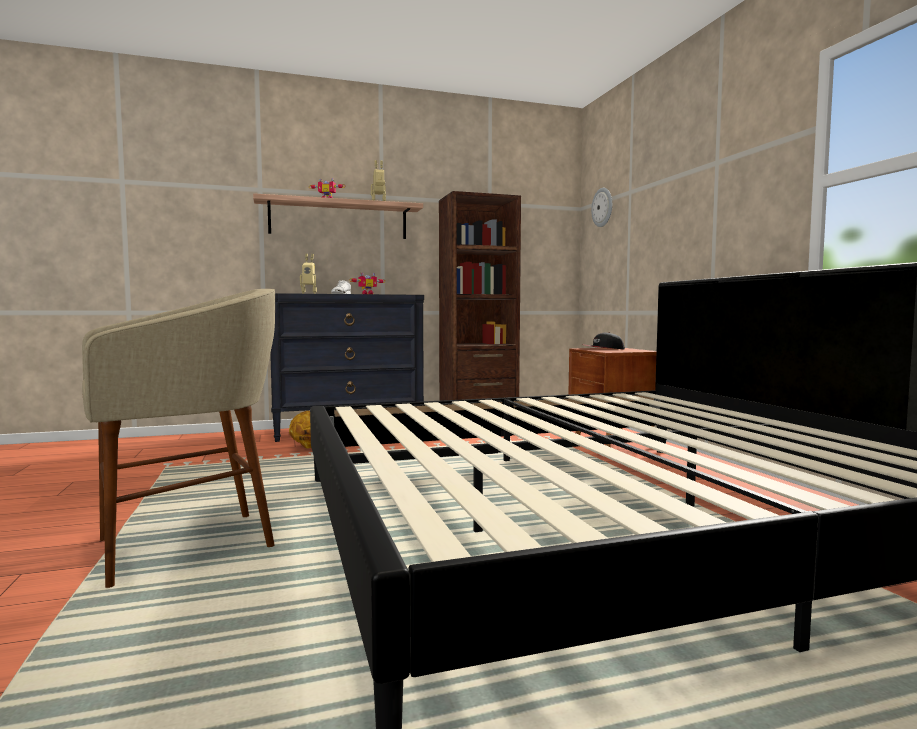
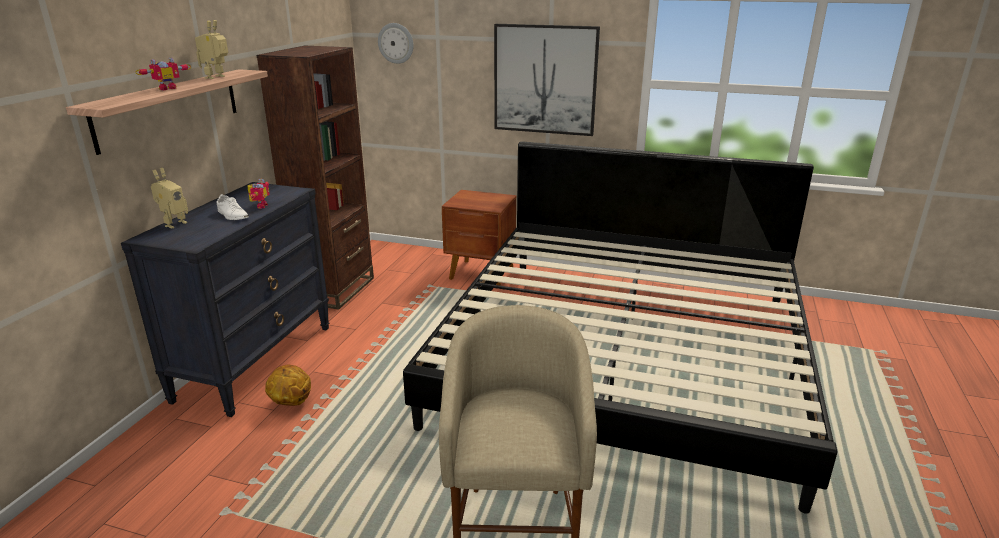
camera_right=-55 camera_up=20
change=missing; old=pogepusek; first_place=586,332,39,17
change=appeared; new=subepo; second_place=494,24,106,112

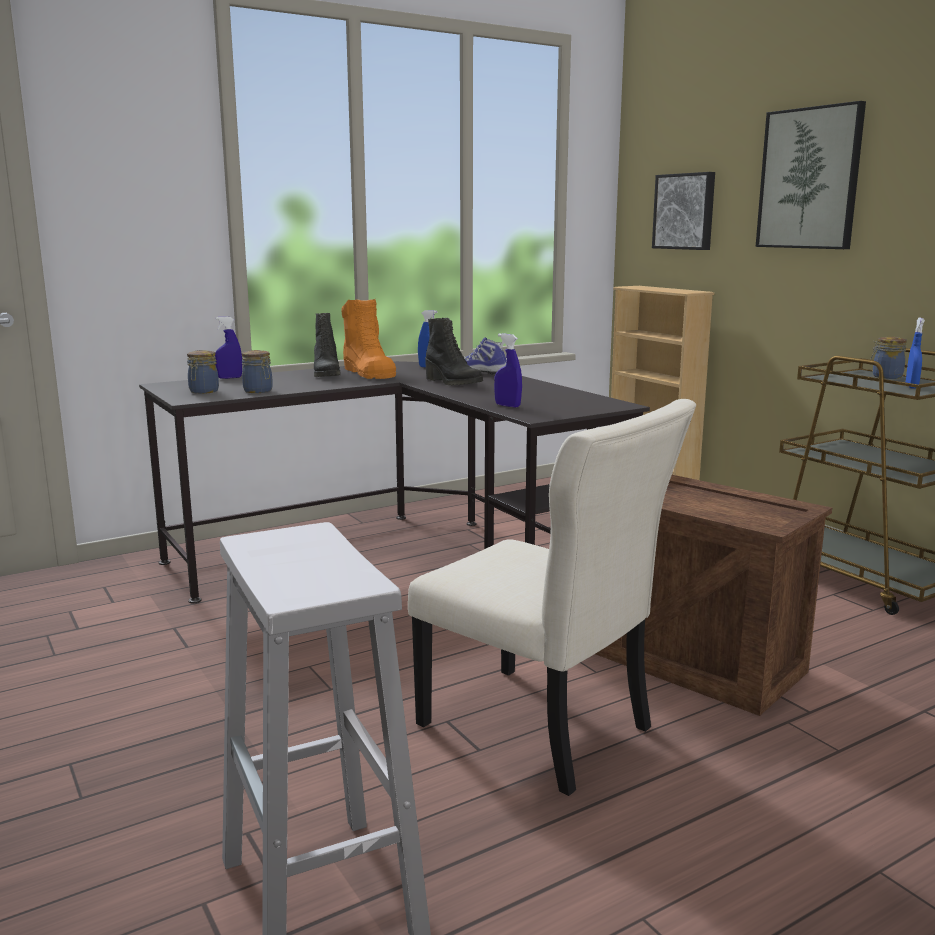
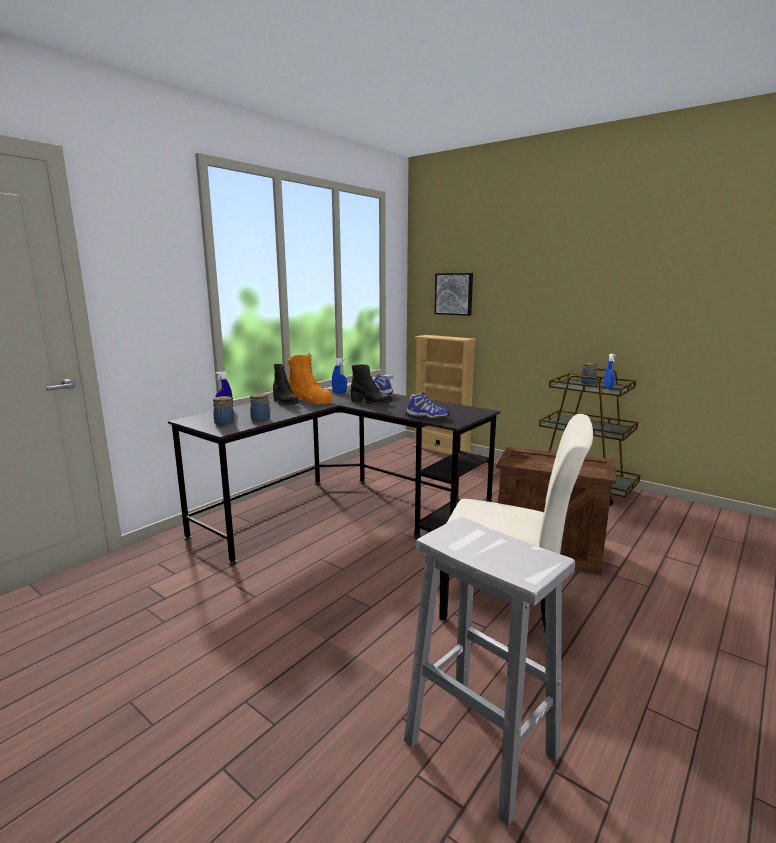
camera_right=-20 camera_up=0
change=missing; old=subepo; first_place=756,101,110,148
change=exchanged; old=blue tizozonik; new=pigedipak; first_place=494,333,28,75; second_place=406,392,44,28

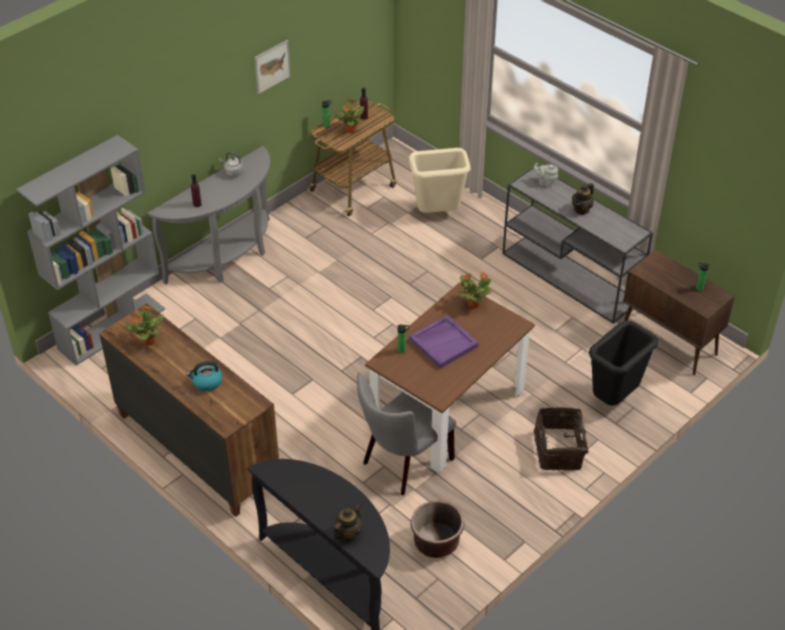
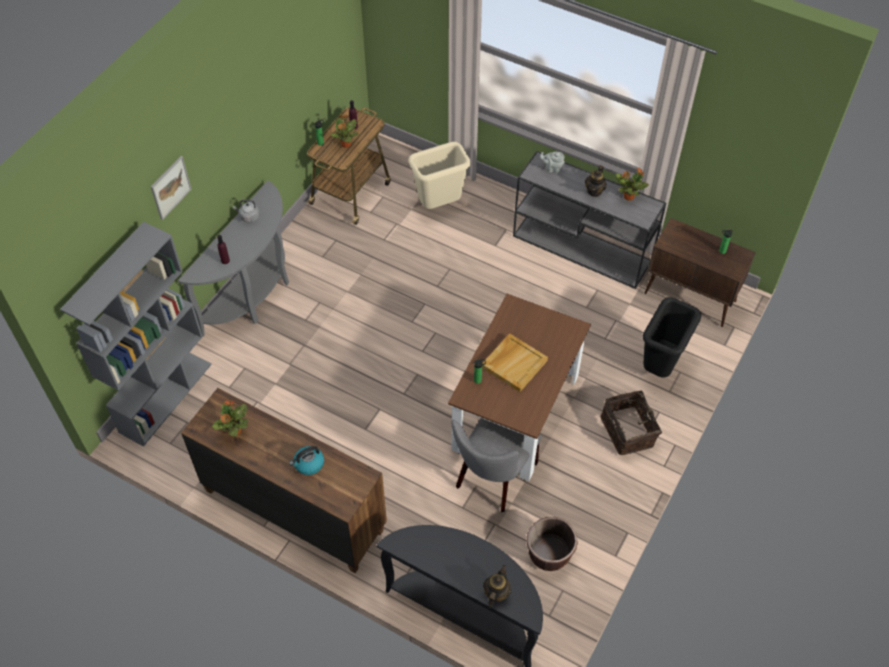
camera_right=-15 camera_up=10
change=relocated; old=subepo; first_place=254,40,37,54; second_place=151,156,41,64
change=relocated; old=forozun; first_place=458,272,34,36; second_place=616,168,33,33
change=colour; old=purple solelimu; new=beige solelimu; first_place=410,315,68,54; second_place=482,333,66,59

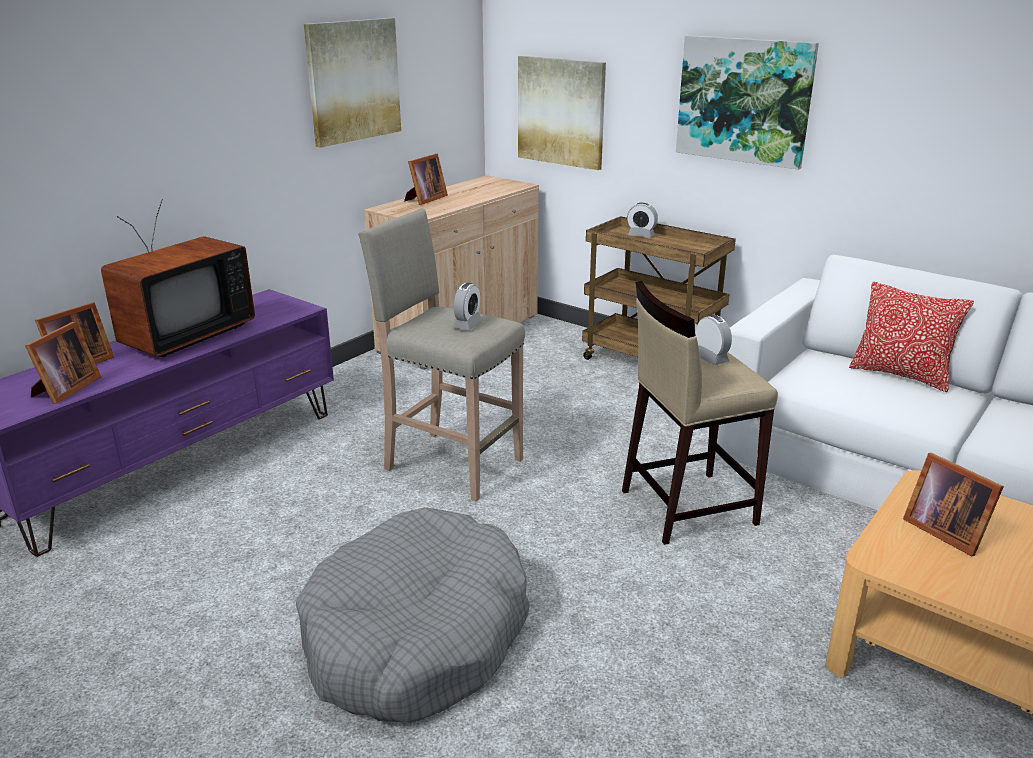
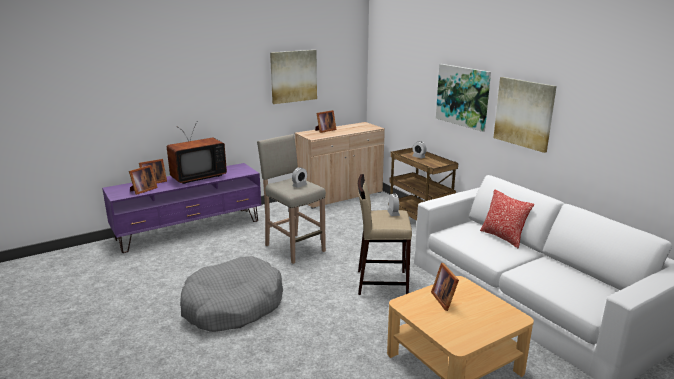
camera_right=20 camera_up=-5
change=relocated; old=subepo; first_place=518,56,88,114; second_place=493,77,64,76

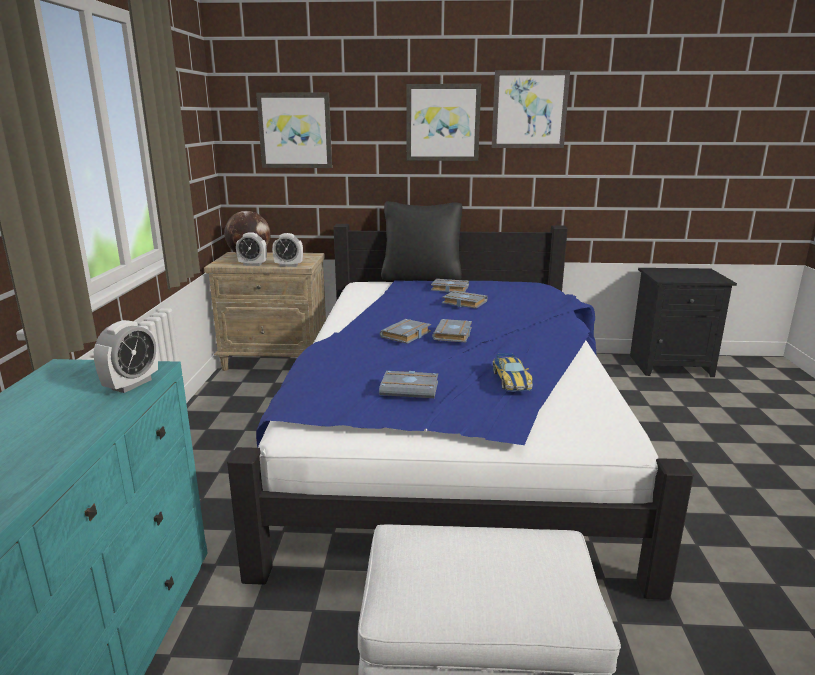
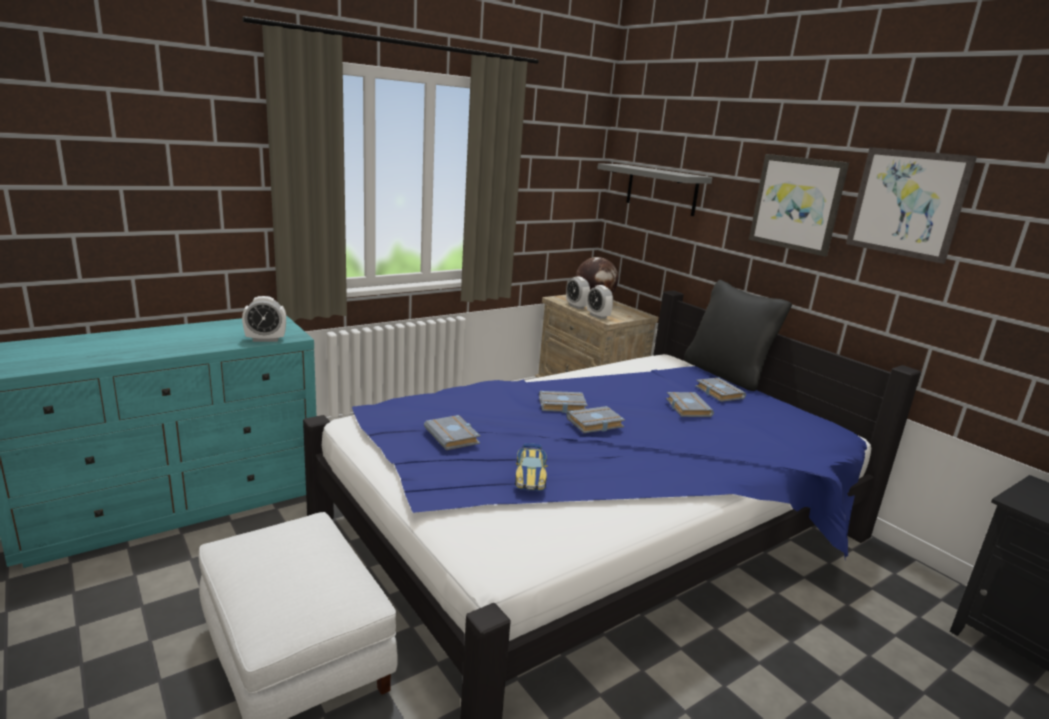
camera_right=50 camera_up=0
change=exchanged; old=subepo; new=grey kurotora; first_place=256,93,76,75; second_place=597,163,115,53
change=spun; old=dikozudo; first_place=493,353,40,38; second_place=515,443,33,48; degrees=-45

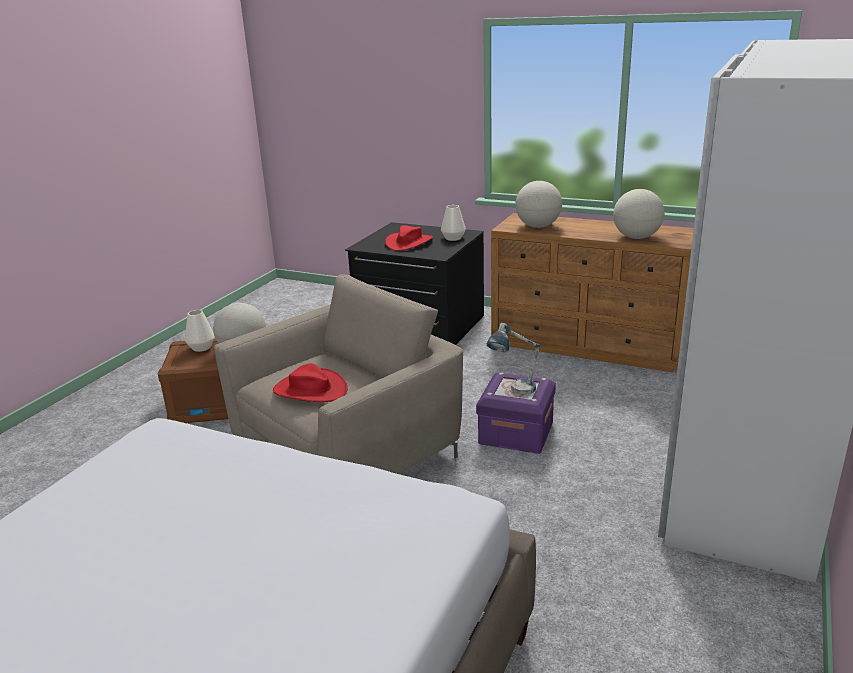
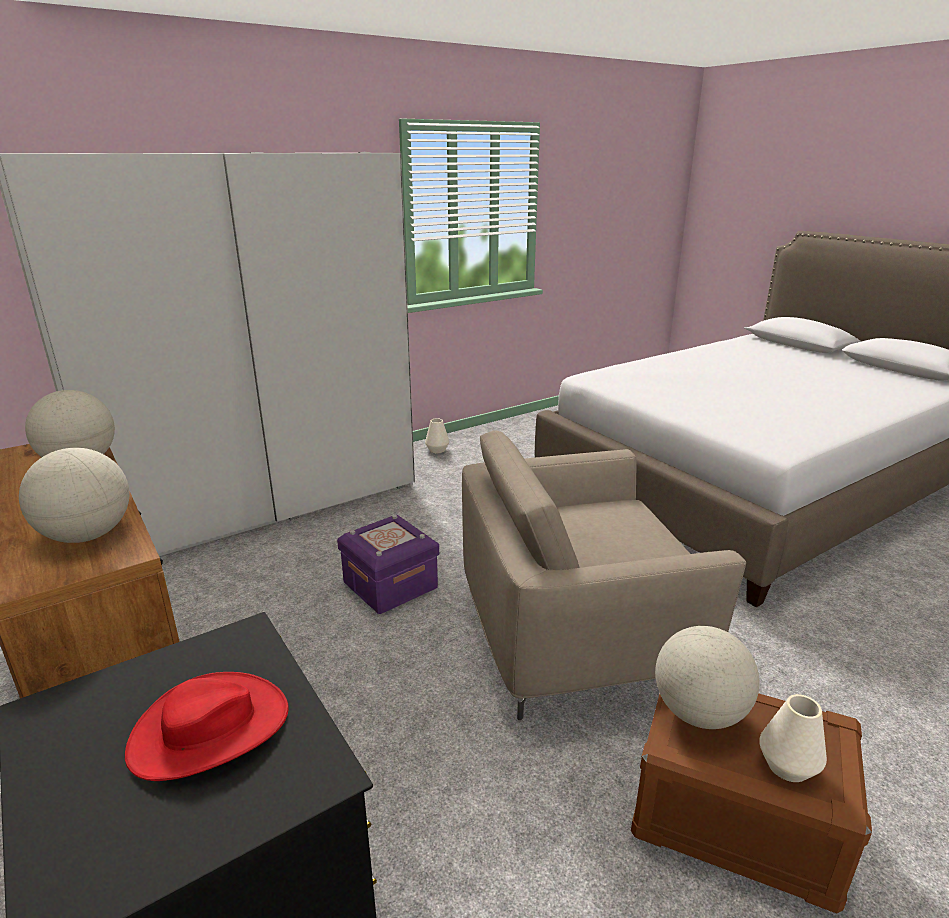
camera_right=-150 camera_up=0
change=relocated; old=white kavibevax; first_place=441,205,25,36; second_place=425,418,24,35
change=missing; old=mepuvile; first_place=487,323,54,72
change=missing; old=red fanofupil; first_place=273,363,75,39

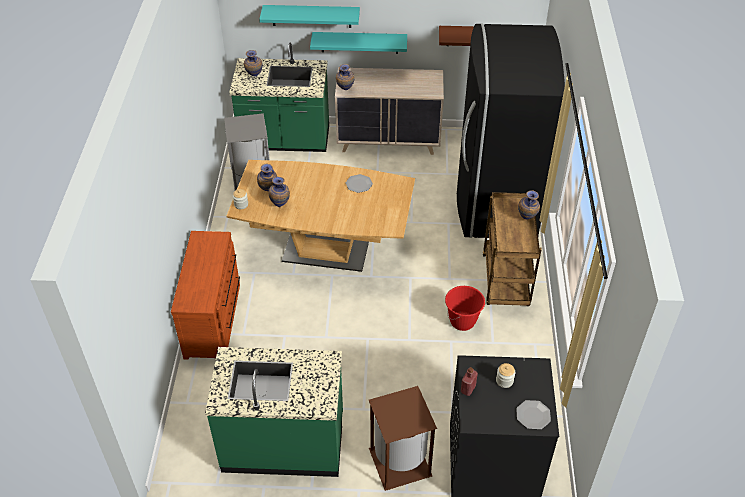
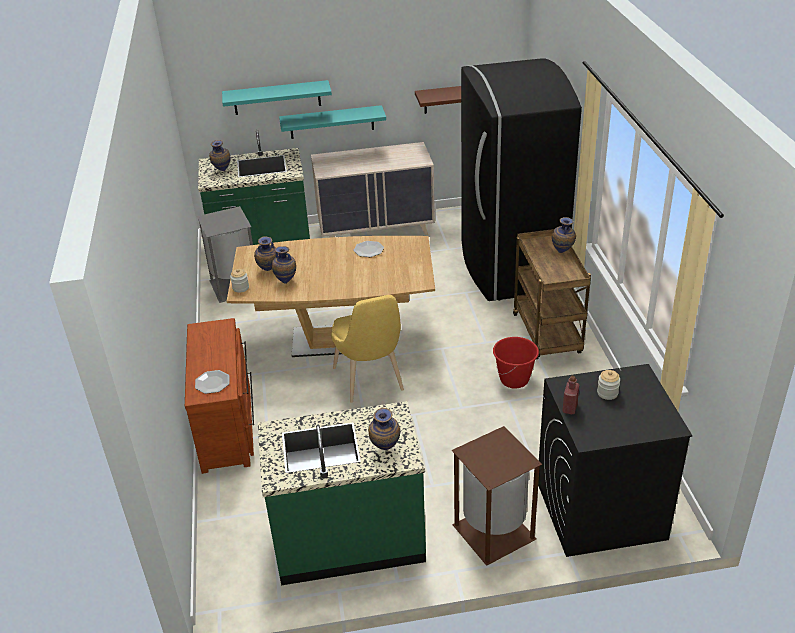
camera_right=-10 camera_up=-10
change=relocated; old=kavibevax; first_place=336,64,18,26; second_place=368,408,32,42
change=relocated; old=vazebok; first_place=516,400,35,29; second_place=195,370,35,24
change=appeared; new=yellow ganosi; second_place=331,295,73,108

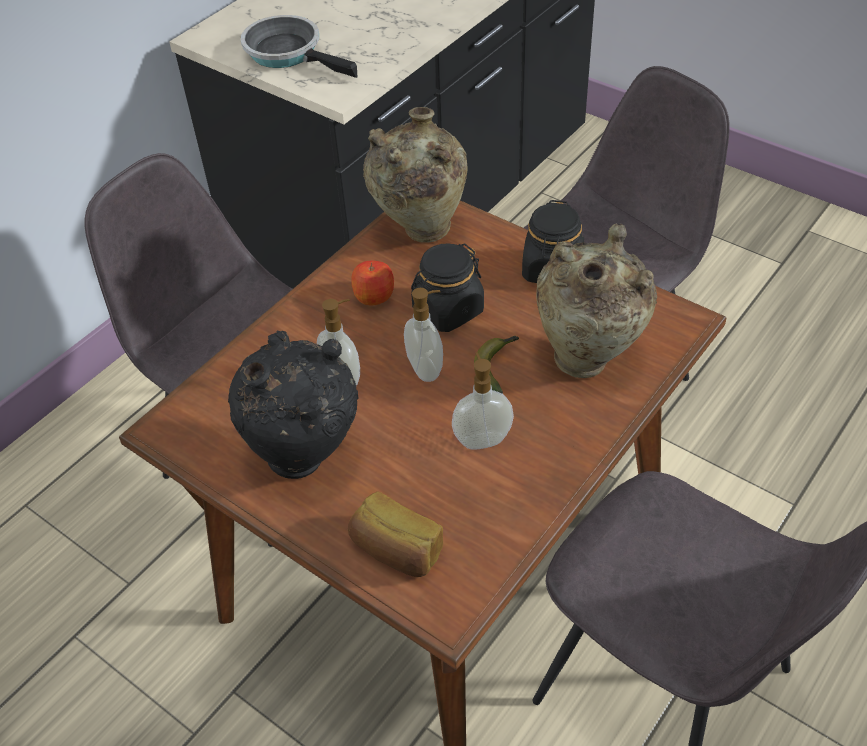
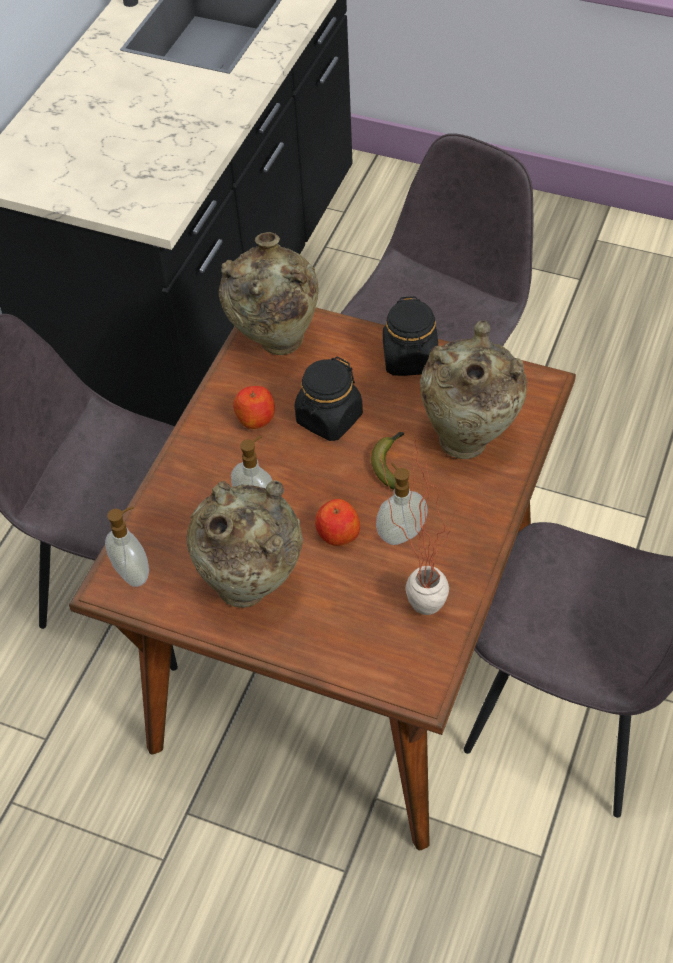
camera_right=-15 camera_up=5
change=missing; old=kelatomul; first_place=241,15,117,63
change=relocated; old=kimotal; first_place=404,288,39,94; second_place=105,506,44,81
change=colour; old=black kavibevax; new=beige kavibevax; first_place=228,330,130,149; second_place=186,480,117,128
change=missing; old=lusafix; first_place=348,491,95,86
change=appeared; new=forozun; second_place=380,439,77,176
change=appeared; new=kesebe; second_place=315,499,45,47

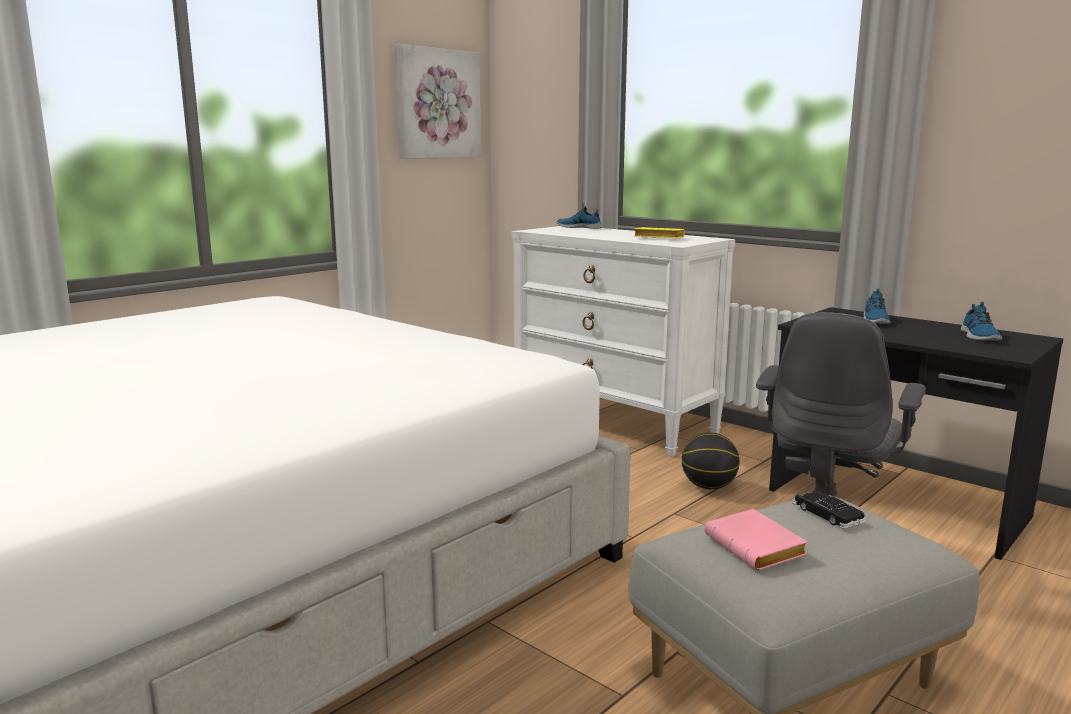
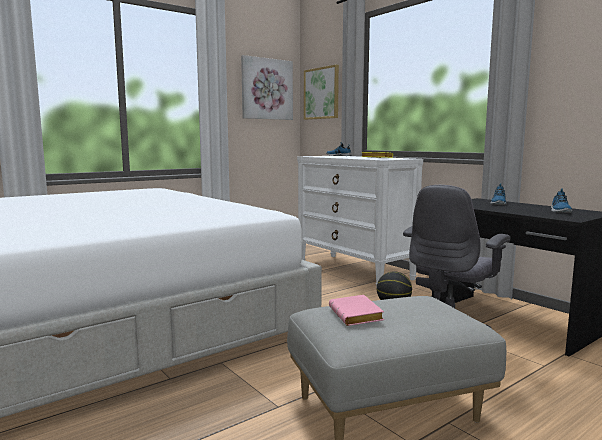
camera_right=10 camera_up=-5
change=missing; old=black dikozudo; first_place=792,490,74,39
change=appeared; new=subepo; second_place=304,65,35,55

